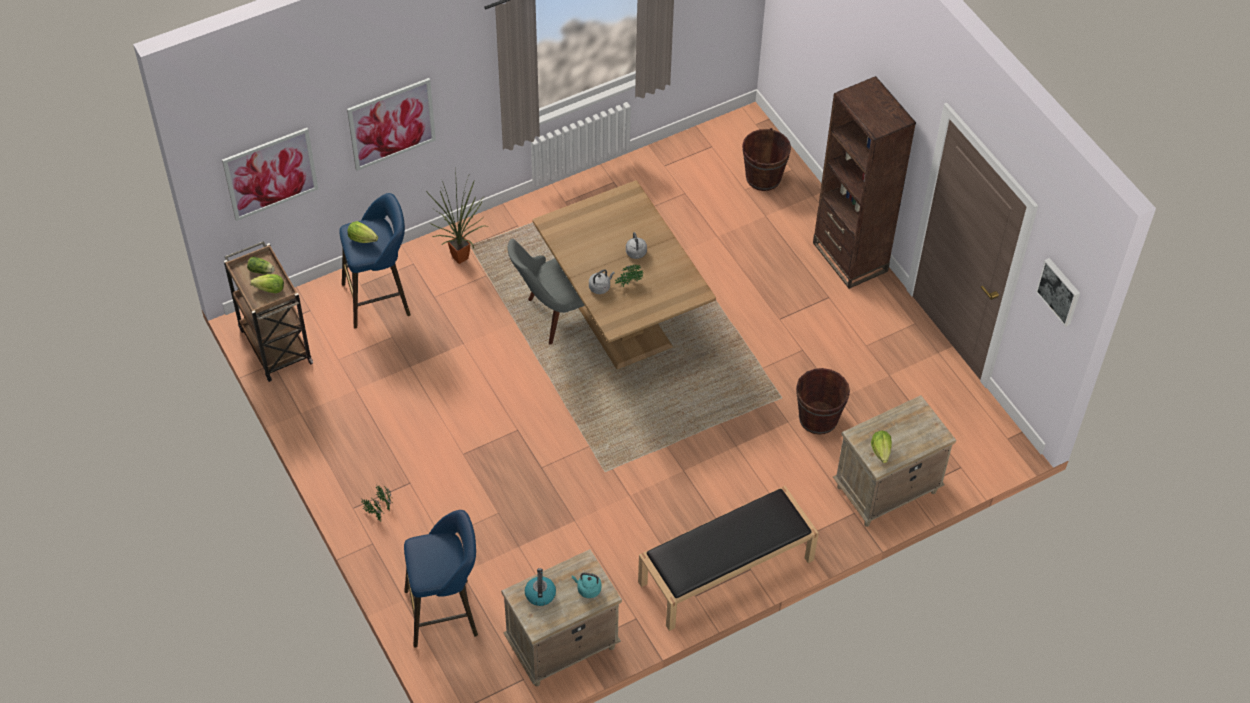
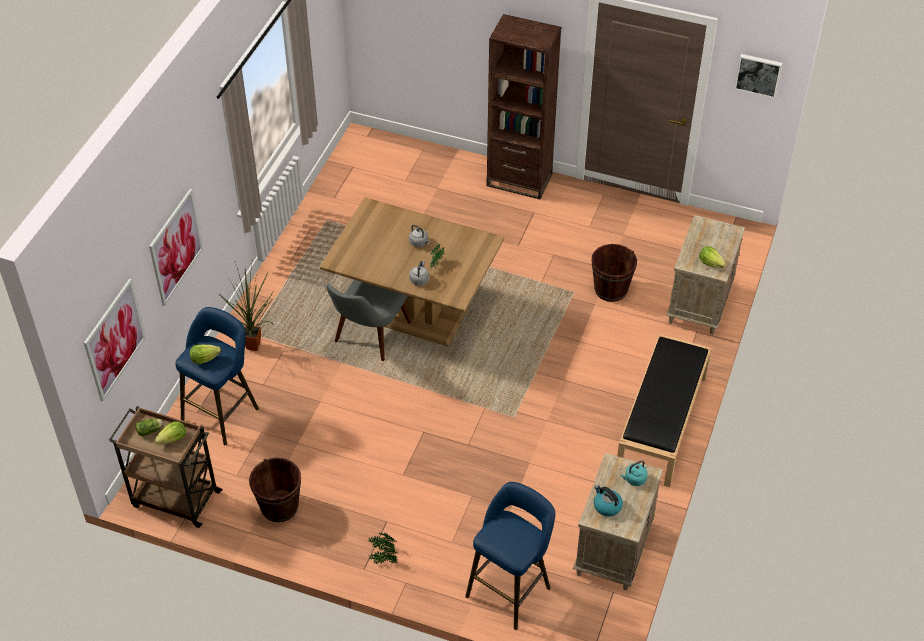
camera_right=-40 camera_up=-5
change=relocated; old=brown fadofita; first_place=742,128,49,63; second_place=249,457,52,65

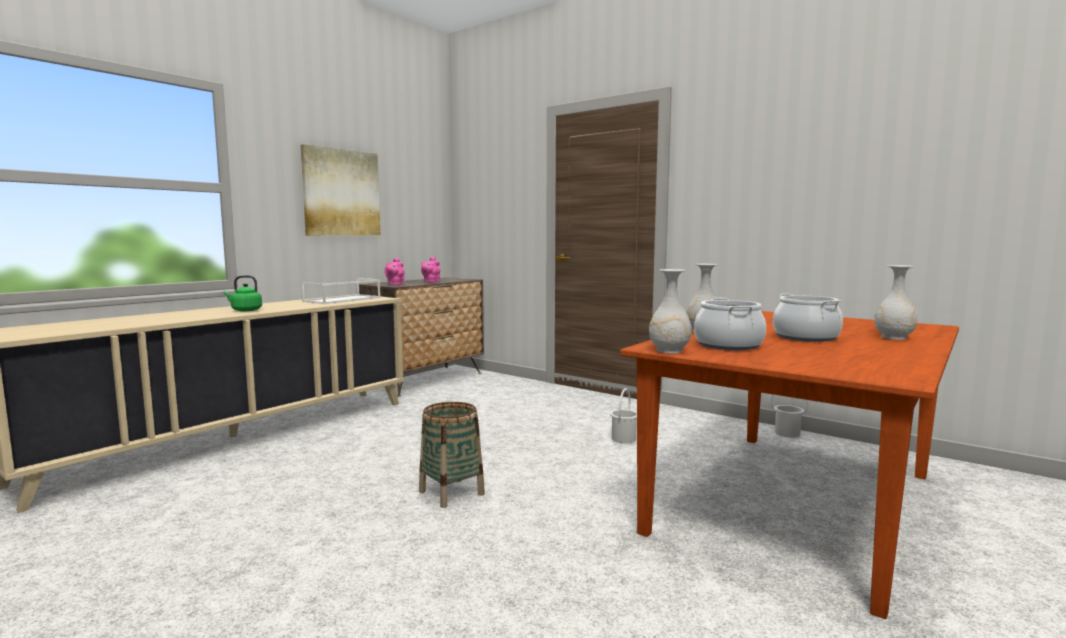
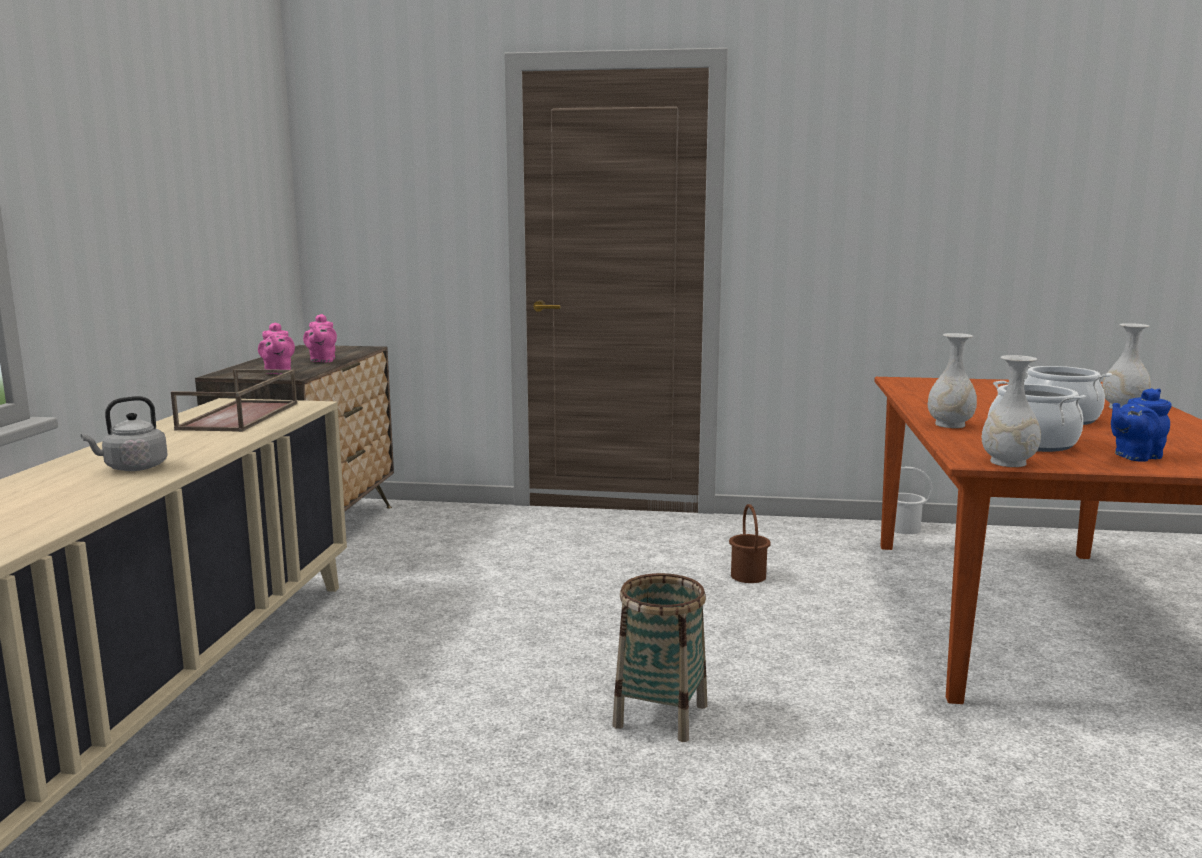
camera_right=-30 camera_up=5
change=missing; old=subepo; first_place=301,144,79,91
change=colour; old=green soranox; new=grey soranox; first_place=224,275,38,36; second_place=81,396,87,75
change=colour; old=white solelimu; new=brown solelimu; first_place=301,278,80,26; second_place=171,369,126,63
change=colour; old=white fadofita; new=brown fadofita; first_place=610,388,27,55; second_place=729,504,42,79
change=appeared; new=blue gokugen; second_place=1111,388,61,74

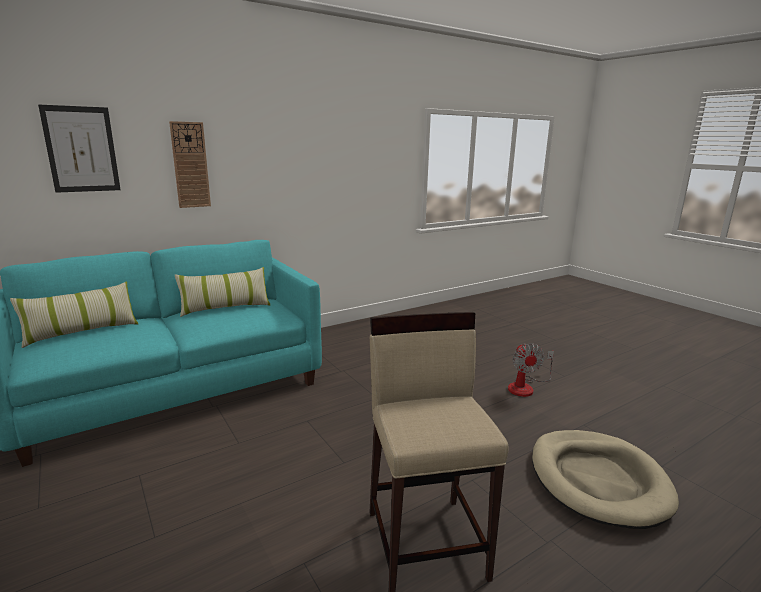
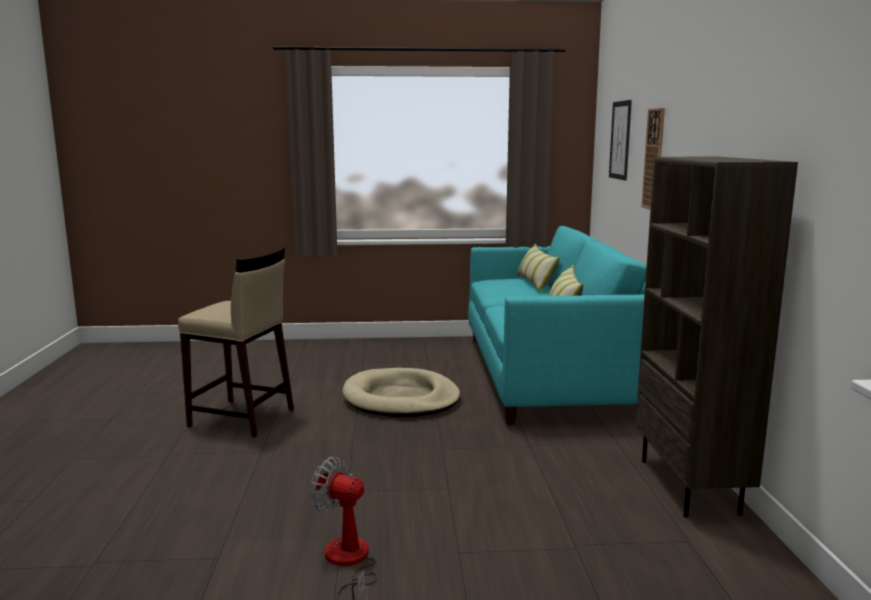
camera_right=120 camera_up=-5
change=relocated; old=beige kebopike; first_place=532,430,147,99; second_place=342,368,118,49
change=appeared; new=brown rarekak; second_place=635,157,163,361

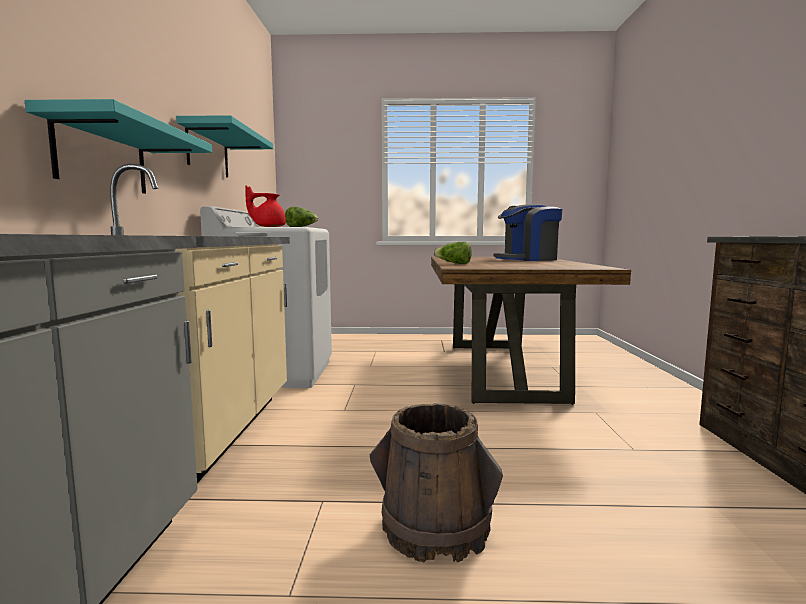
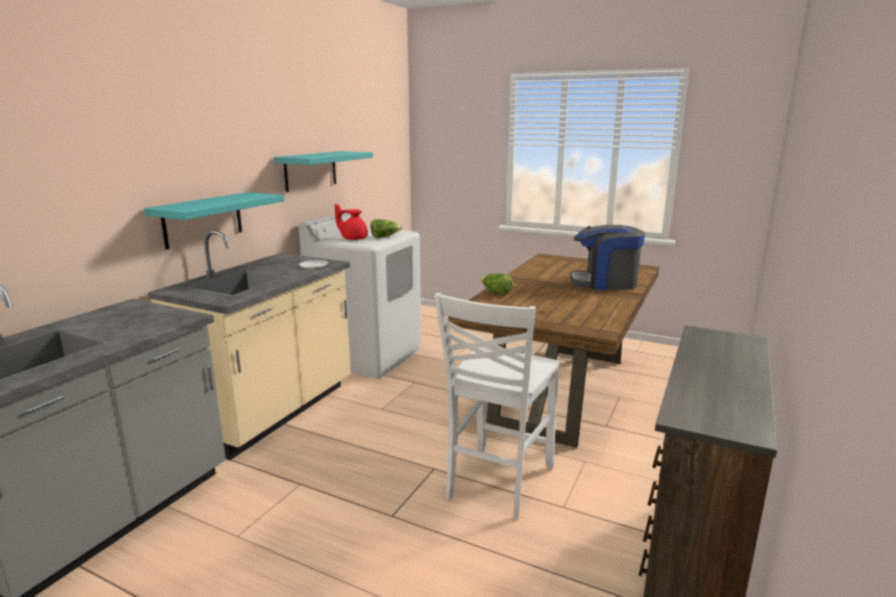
camera_right=25 camera_up=10
change=missing; old=brown fadofita; first_place=370,403,133,160
change=appeared; new=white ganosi; second_place=434,293,126,227

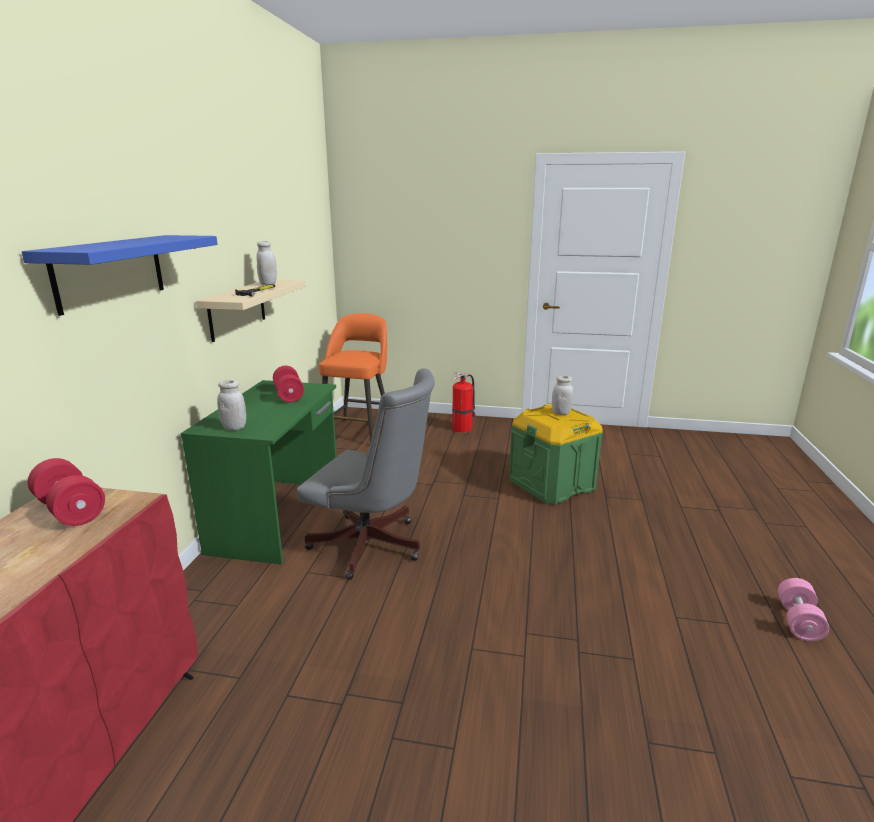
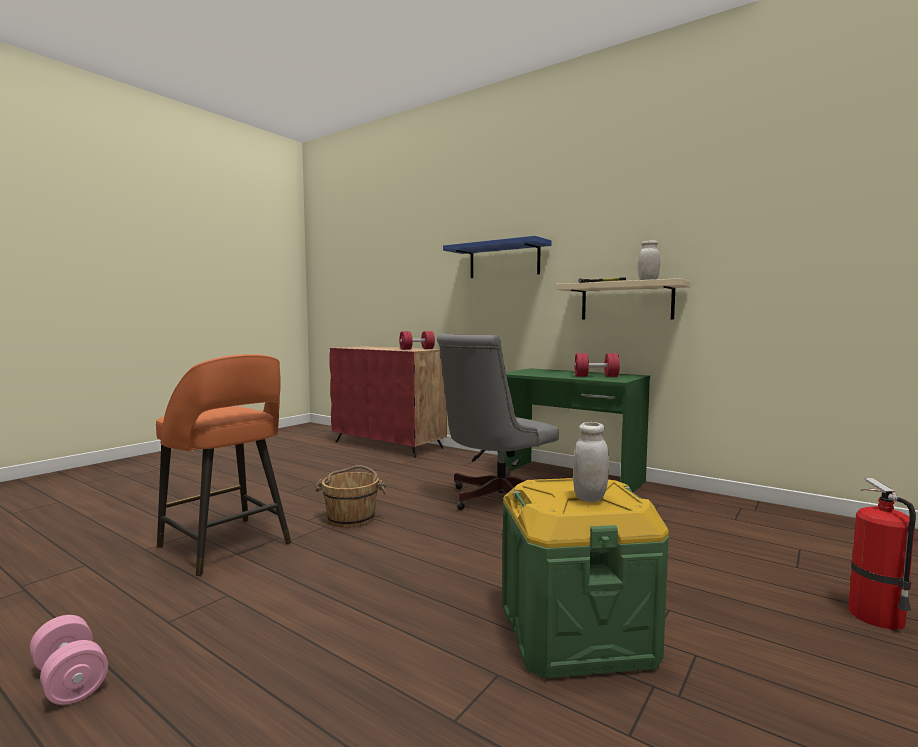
camera_right=115 camera_up=-15
change=relocated; old=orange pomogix; first_place=319,313,68,131; second_place=156,354,135,223
change=missing; old=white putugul; first_place=217,380,29,50
change=appeared; new=brown fadofita; second_place=315,465,72,63

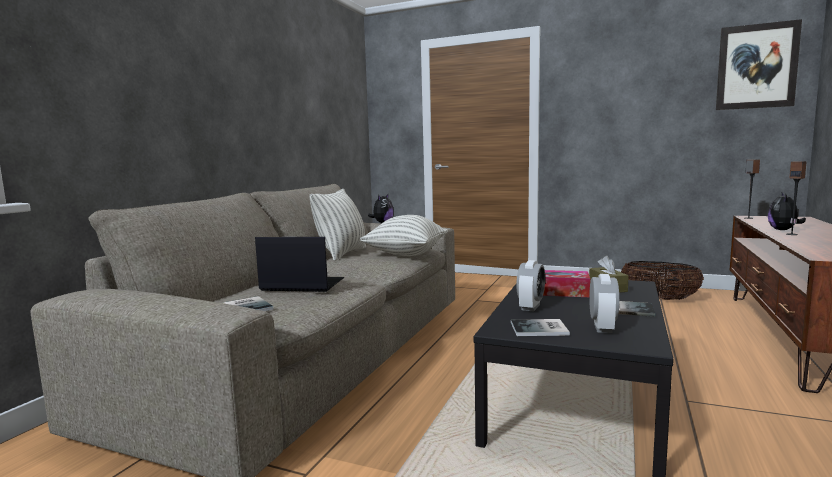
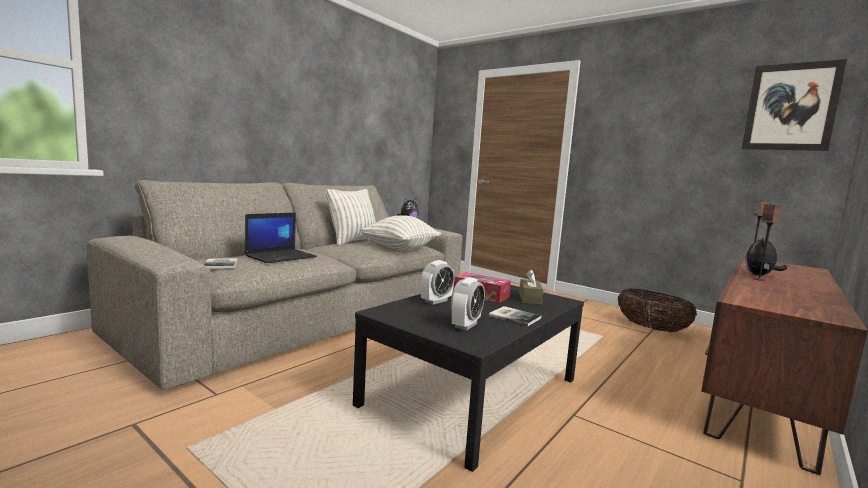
camera_right=15 camera_up=0
change=spun; old=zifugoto; first_place=255,237,89,55; second_place=245,213,72,50; degrees=105
change=missing; old=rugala; first_place=511,319,59,17

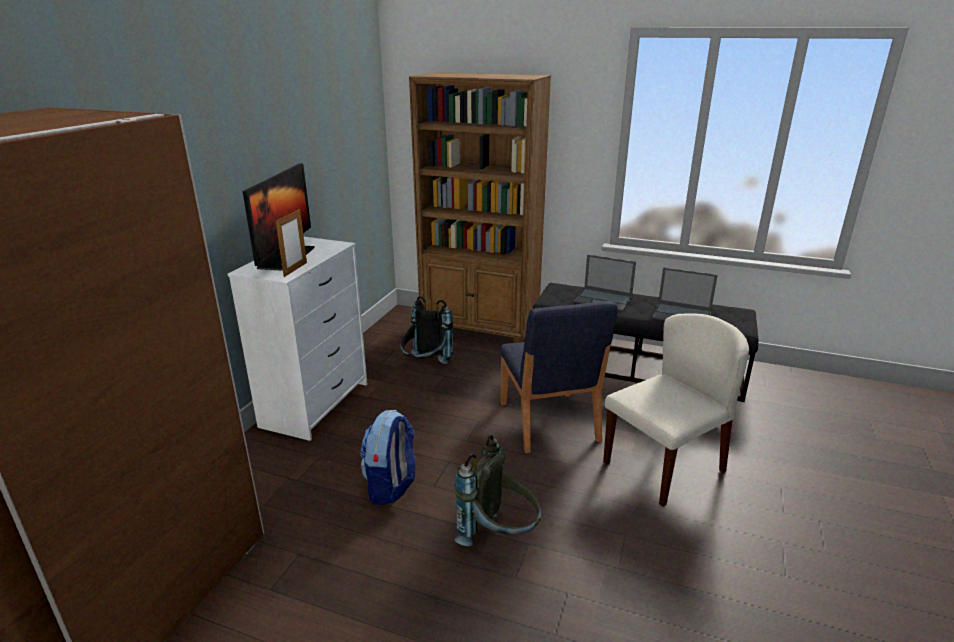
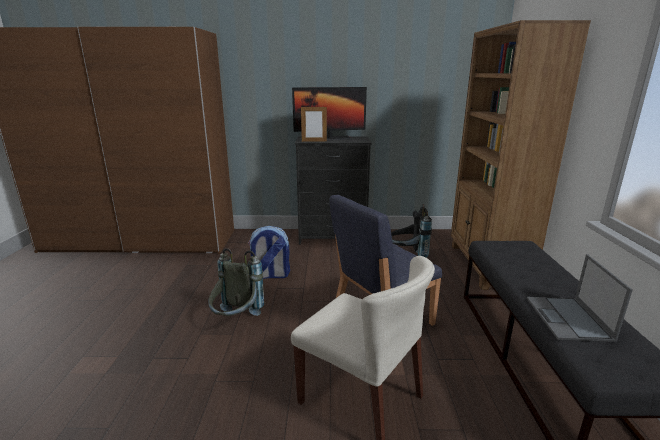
camera_right=70 camera_up=-5
change=colour; old=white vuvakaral; new=black vuvakaral; first_place=228,237,139,204; second_place=295,136,76,109
change=missing; old=zifugoto; first_place=574,254,62,57

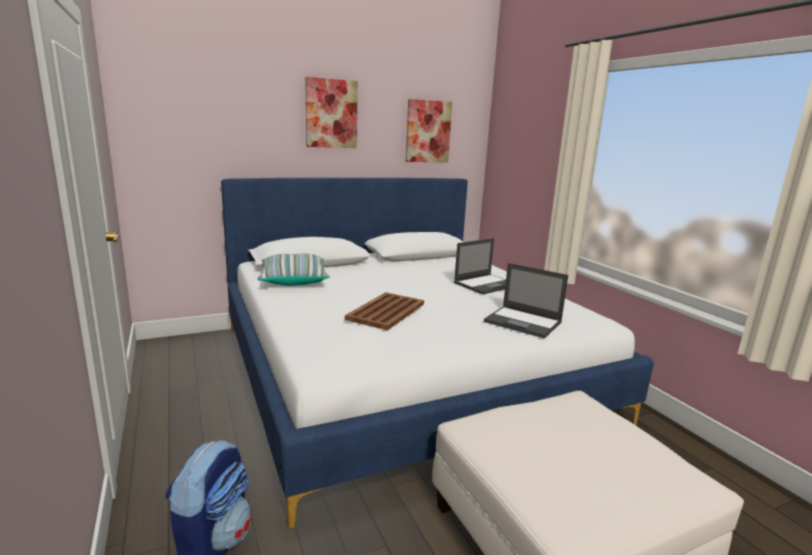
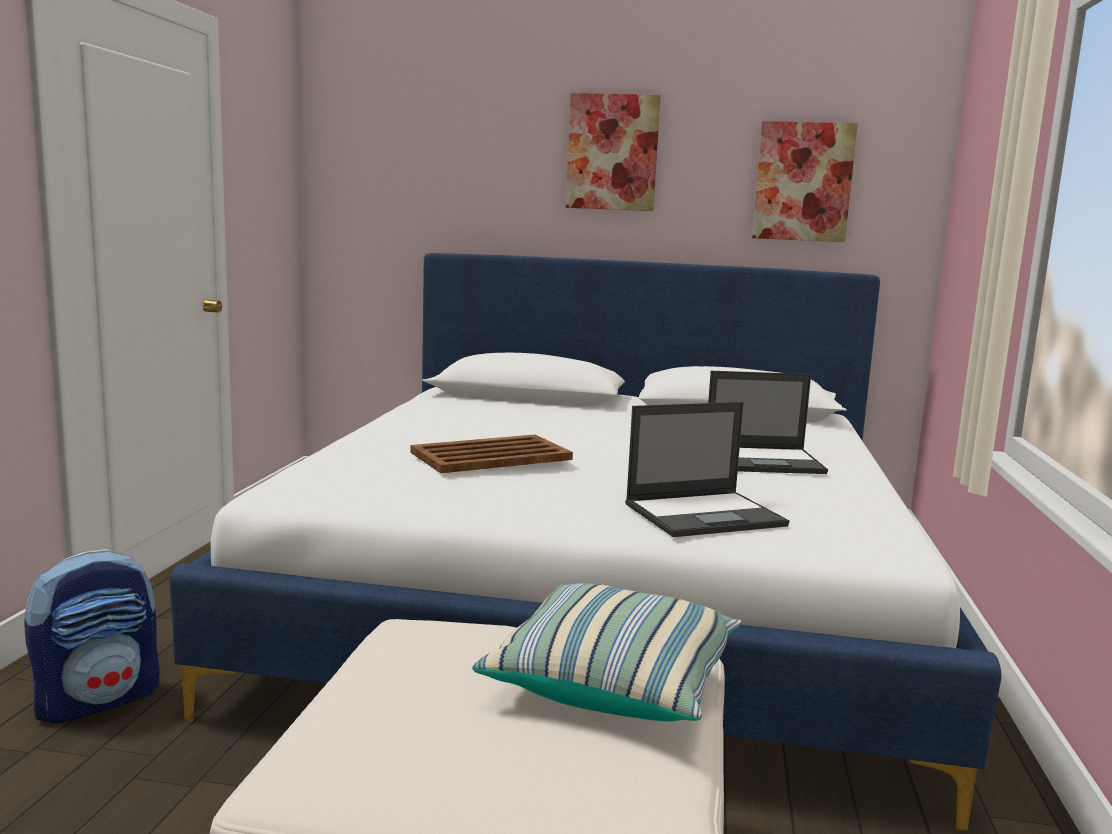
camera_right=35 camera_up=-5
change=relocated; old=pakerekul; first_place=257,253,73,33; second_place=472,583,270,138
change=spun; old=zifugoto; first_place=484,263,84,76; second_place=625,402,164,135; degrees=-90

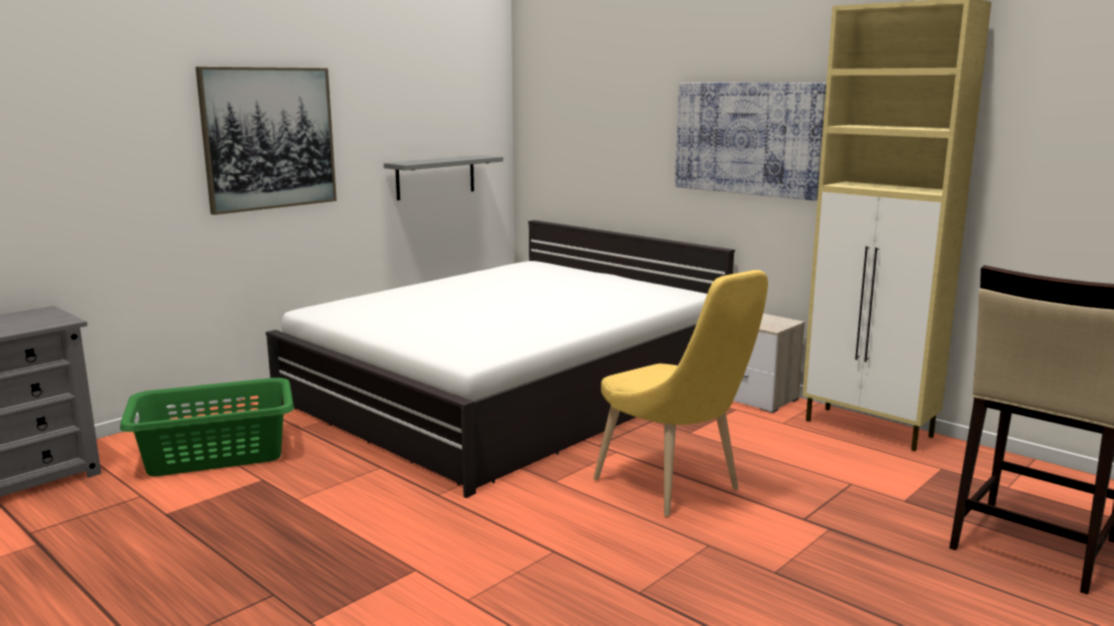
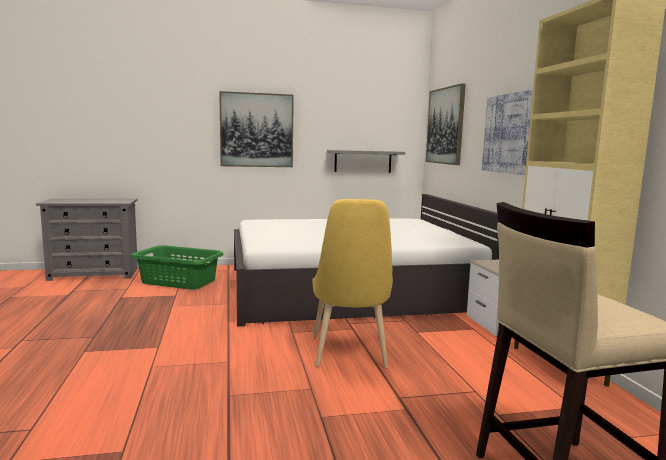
camera_right=35 camera_up=-5
change=appeared; new=subepo; second_place=426,83,40,82

